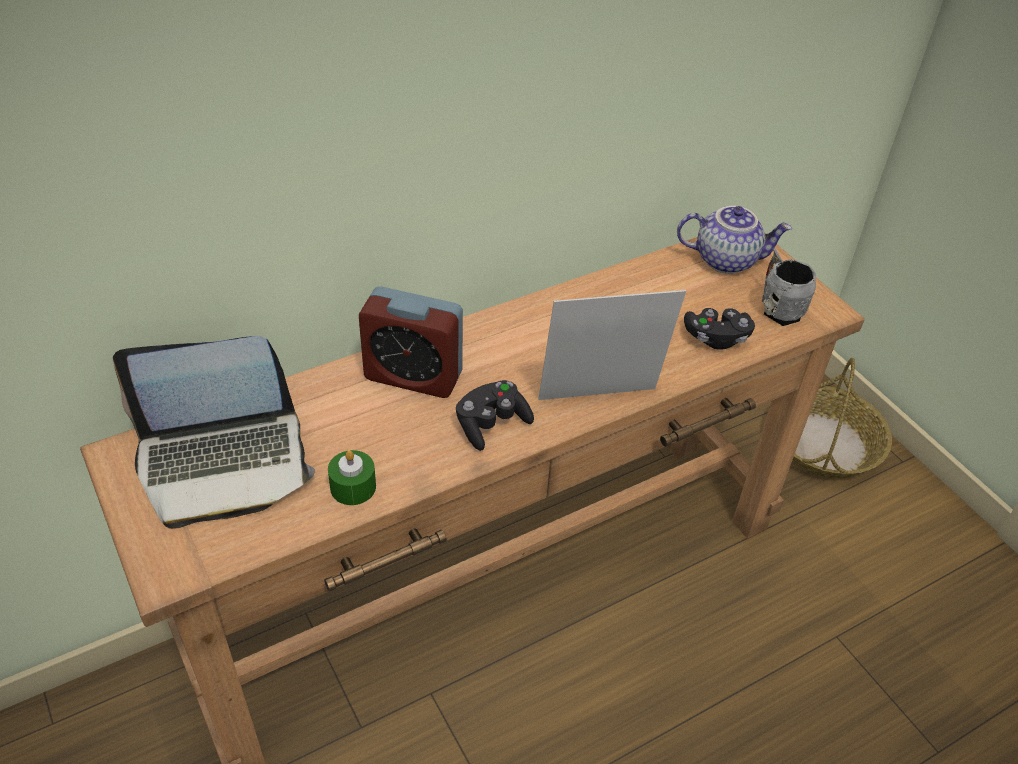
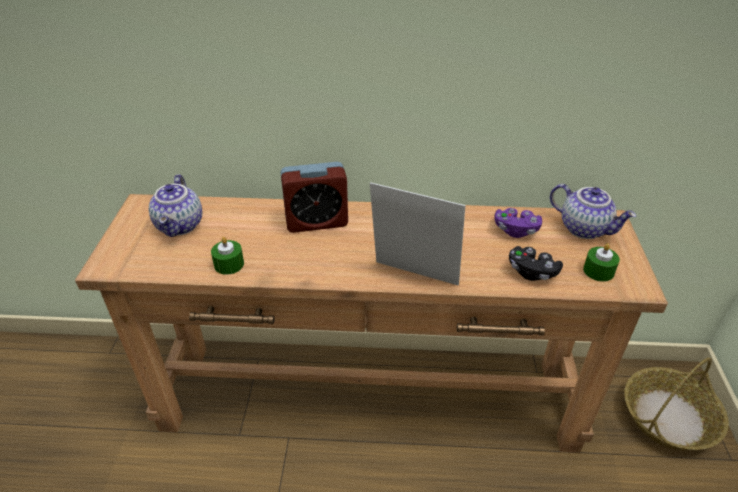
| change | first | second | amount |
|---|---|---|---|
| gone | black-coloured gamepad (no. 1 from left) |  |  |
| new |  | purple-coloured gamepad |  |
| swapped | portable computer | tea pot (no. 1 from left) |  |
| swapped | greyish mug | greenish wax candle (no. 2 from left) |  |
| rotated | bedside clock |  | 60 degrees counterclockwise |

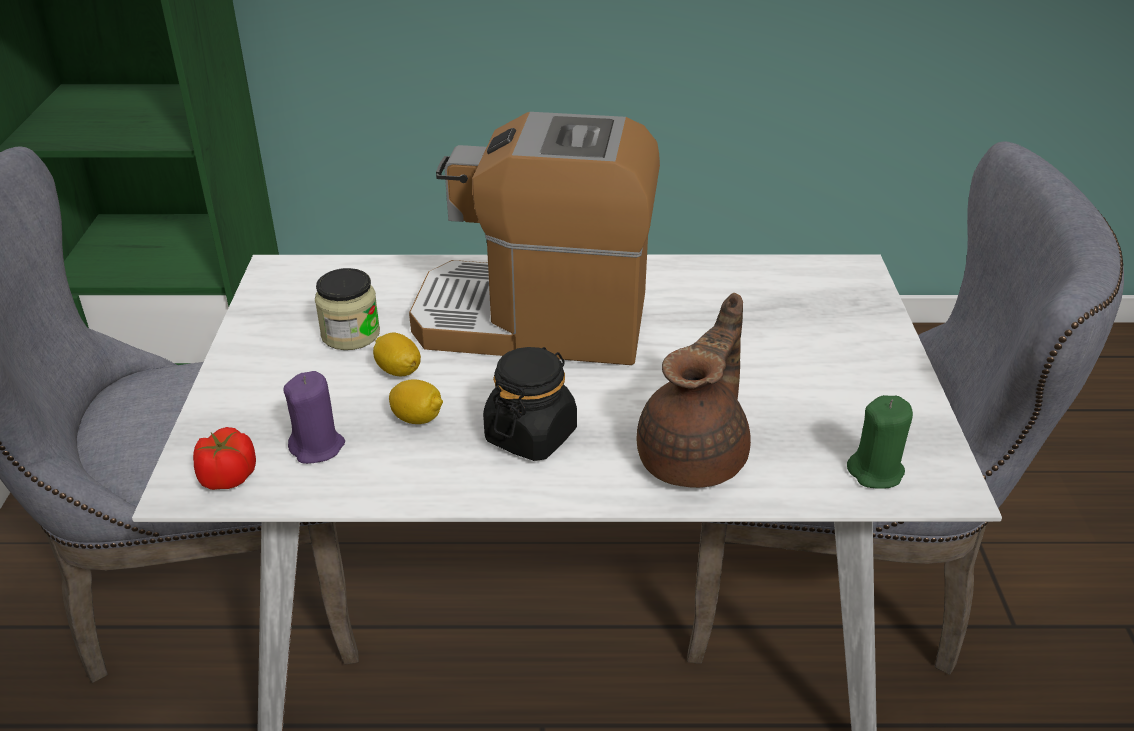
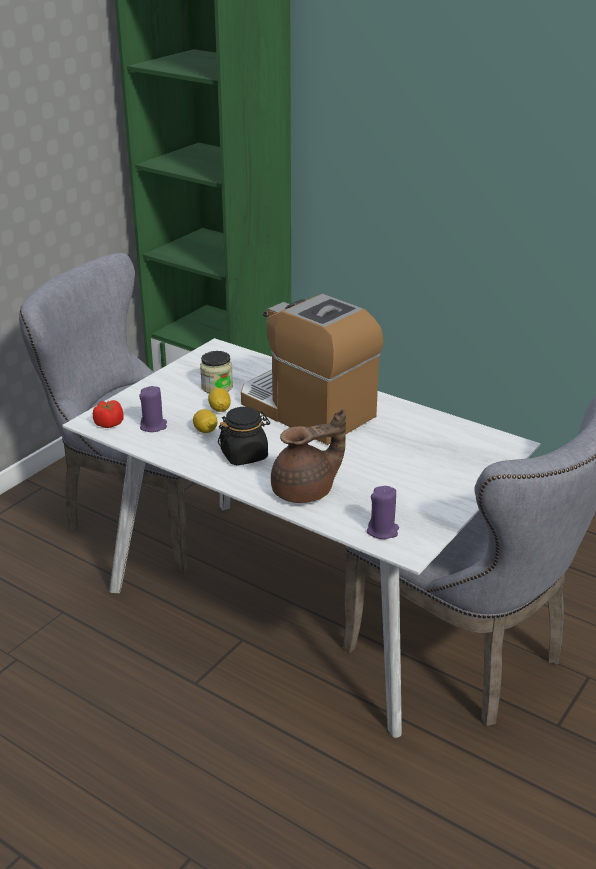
| change | first | second | amount |
|---|---|---|---|
| repainted | greenish wax candle | purple-coloured wax candle (no. 2 from left) |  |

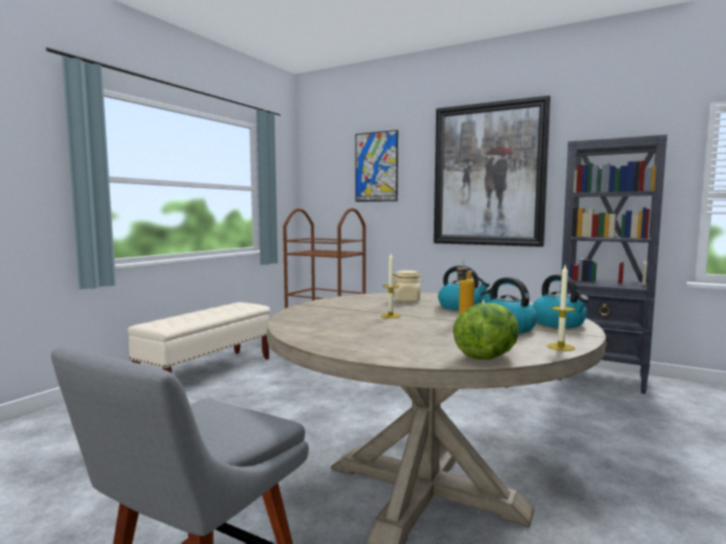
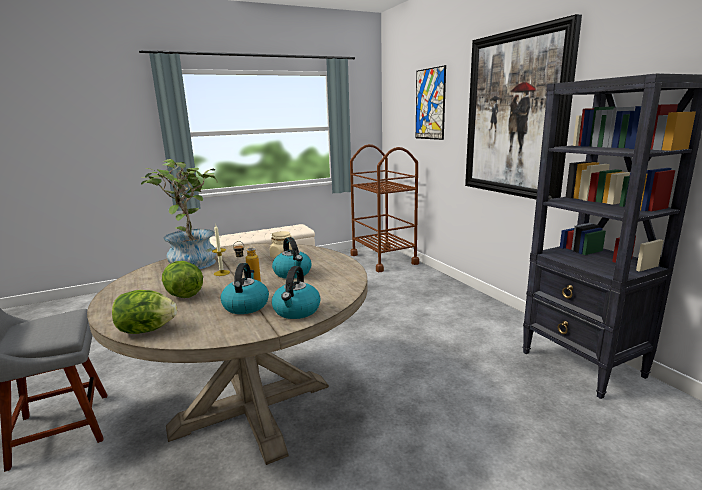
| change | first | second | amount |
|---|---|---|---|
| gone | wax candle (no. 2 from left) |  |  |
| new |  | potted plant |  |
| new |  | lettuce (no. 2 from left) |  |

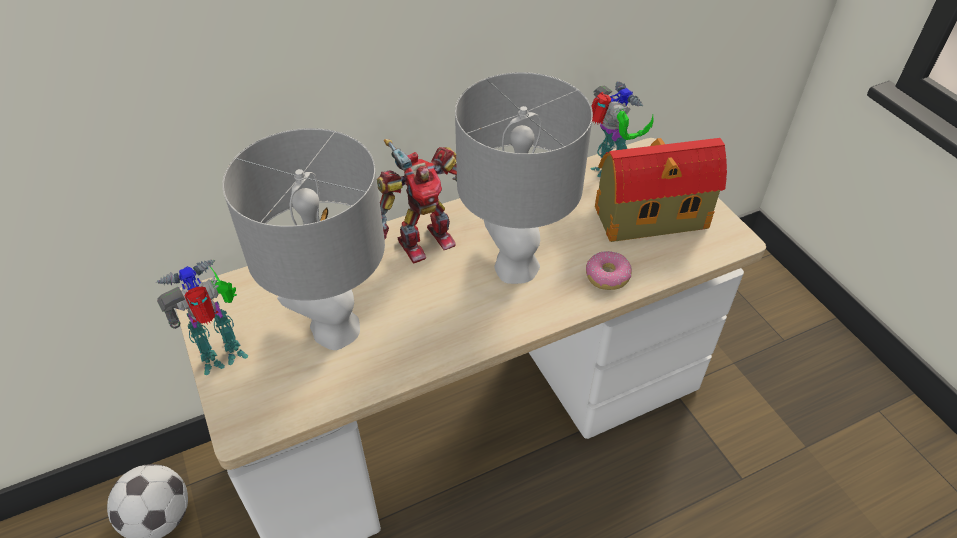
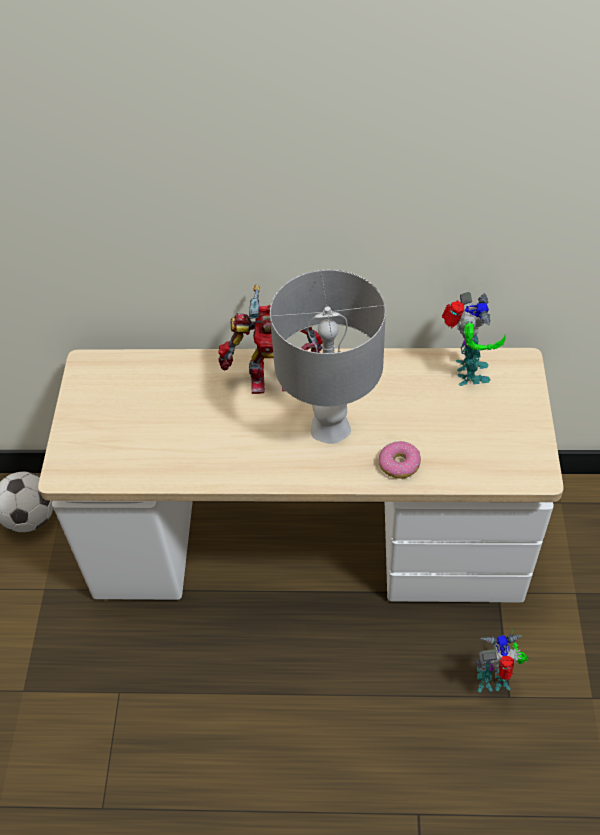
| change | first | second | amount |
|---|---|---|---|
| gone | greyish tabletop lamp (no. 1 from left) |  |  |
| gone | toy house |  |  |
| shifted | toy robot (no. 1 from left in the first image) | toy robot (no. 3 from left) |  |

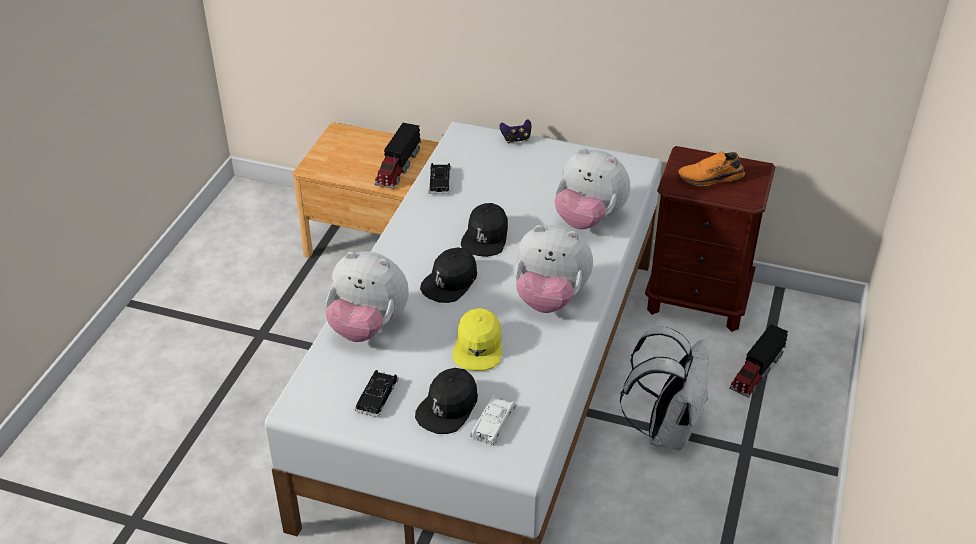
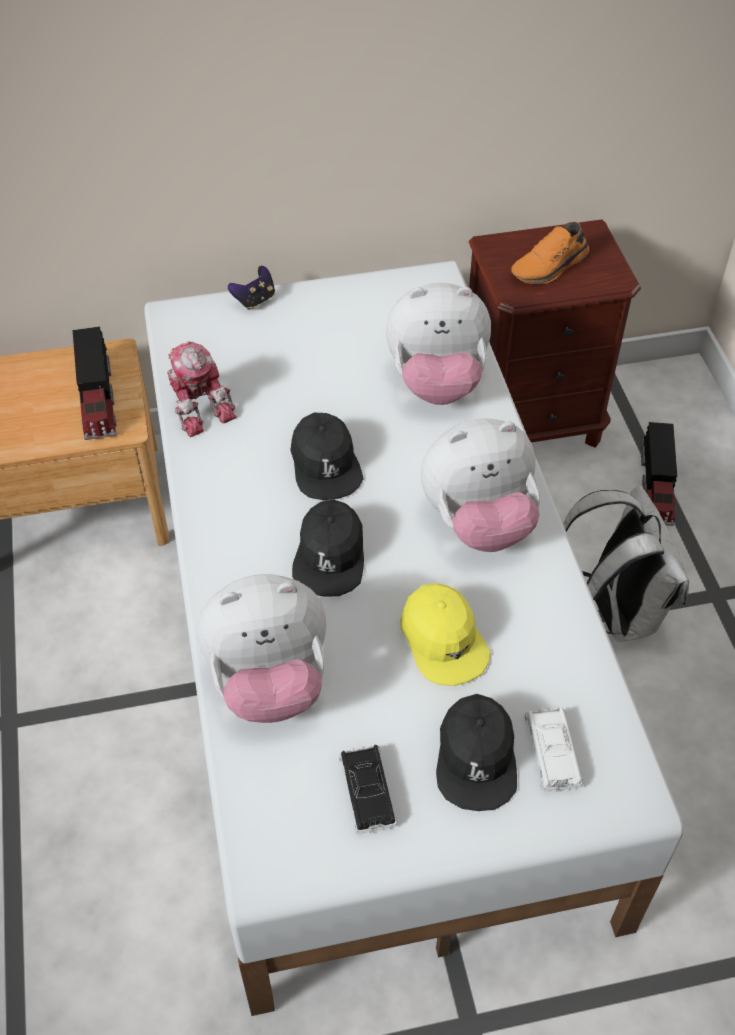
| change | first | second | amount |
|---|---|---|---|
| swapped | black-coloured miniature car (no. 2 from left) | toy robot |  |

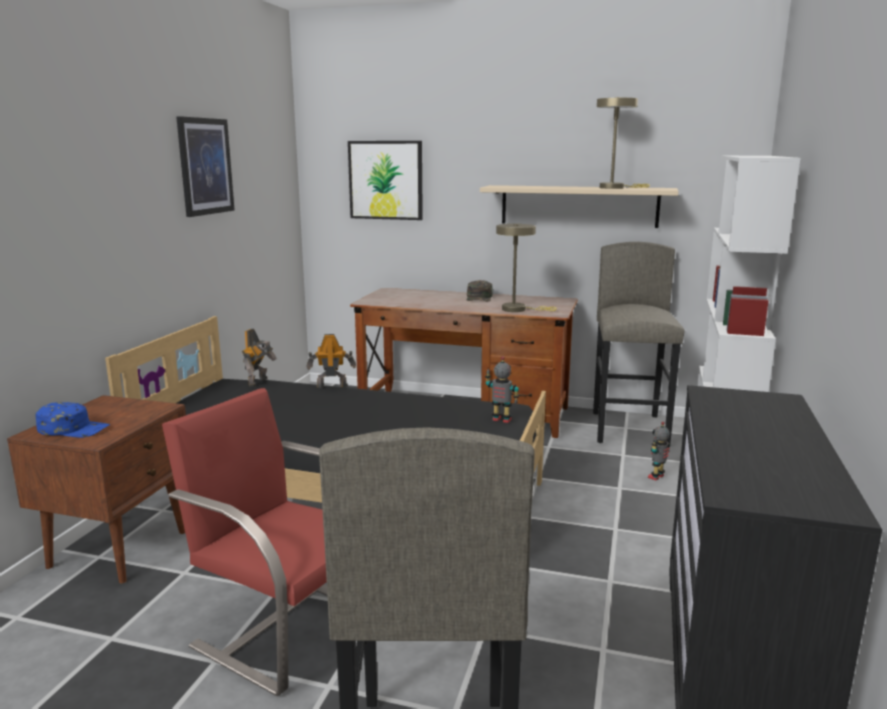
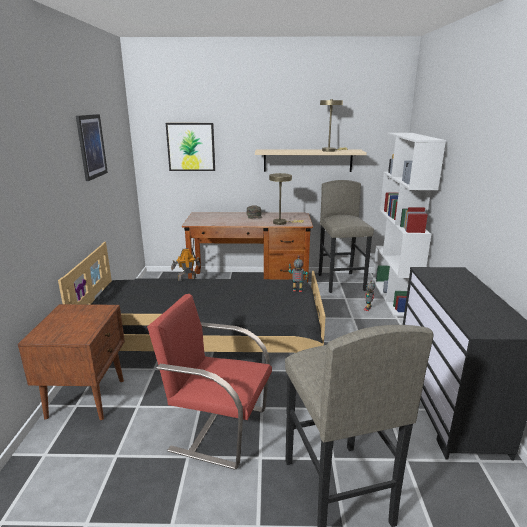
| change | first | second | amount |
|---|---|---|---|
| gone | blue-coloured cap |  |  |
| gone | toy robot (no. 1 from left) |  |  |

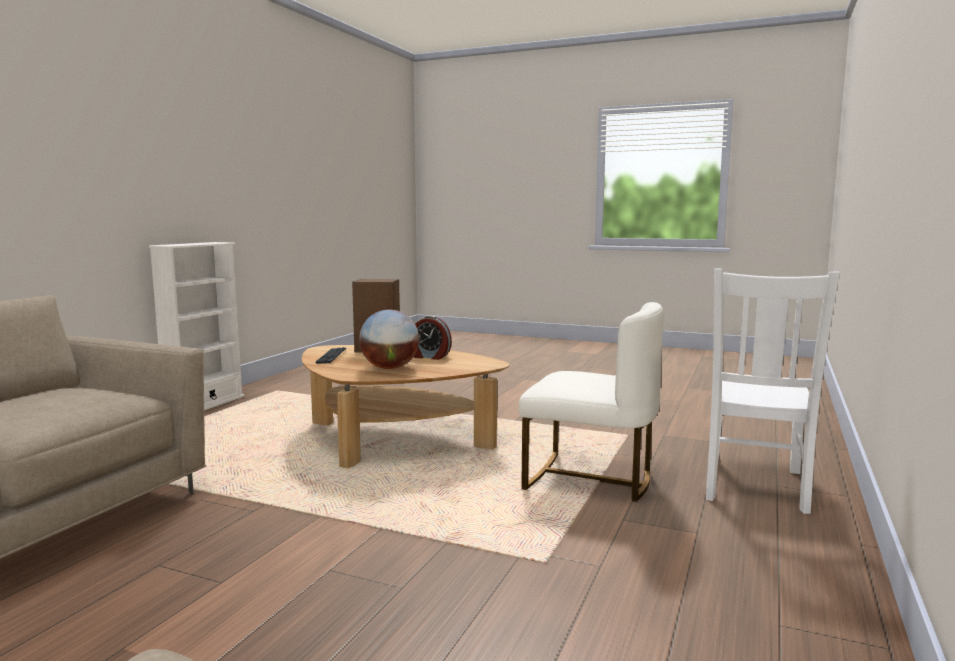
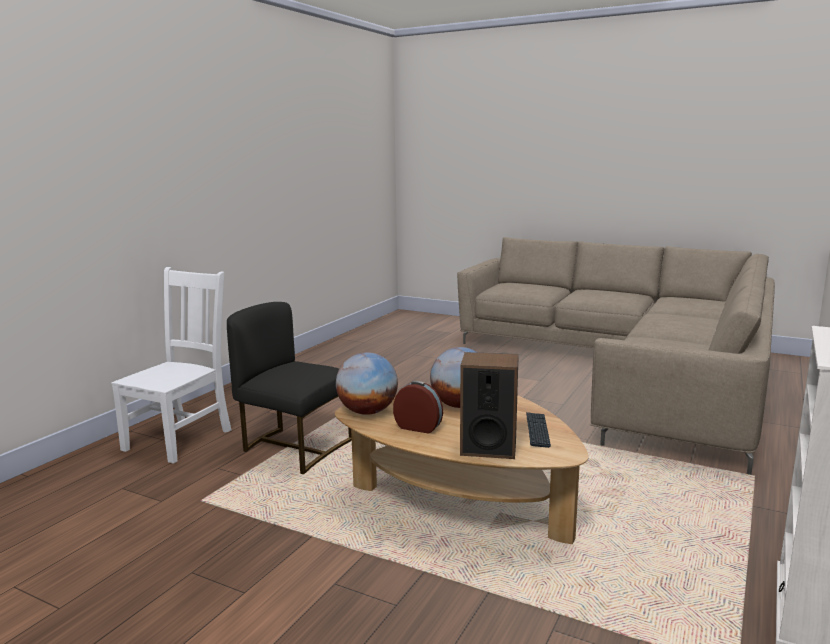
| change | first | second | amount |
|---|---|---|---|
| new |  | world globe (no. 1 from left) |  |
| repainted | whitish plain chair (no. 1 from left) | black-coloured plain chair |  |

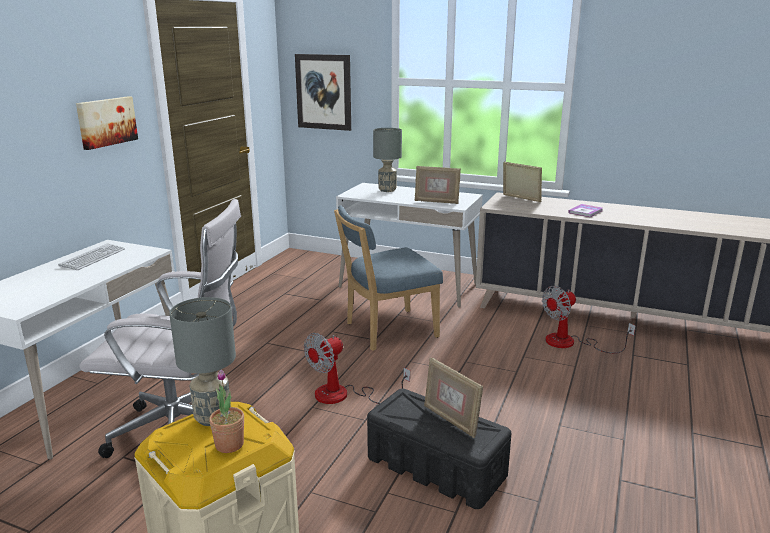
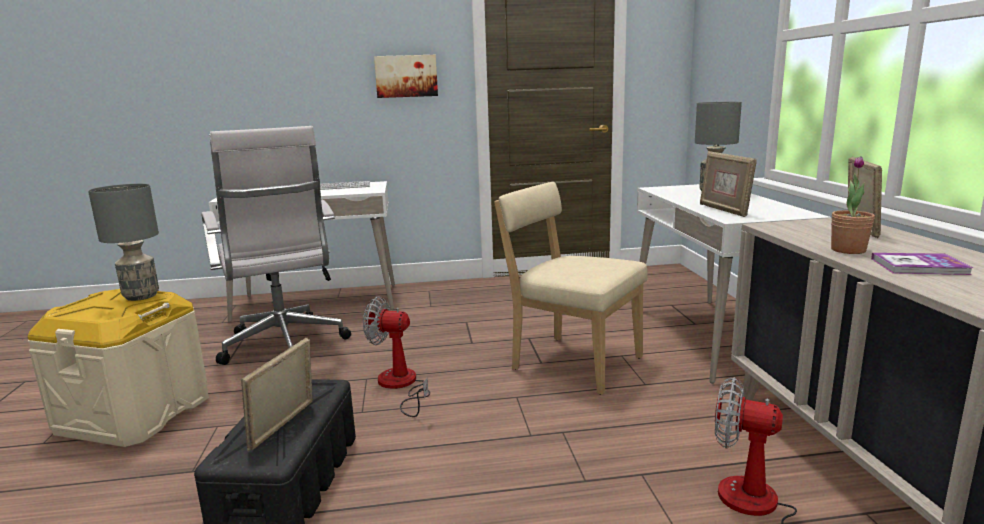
| change | first | second | amount |
|---|---|---|---|
| gone | wall picture (no. 2 from left) |  |  |
| shifted | potted plant |  |  |
| repainted | blue-coloured plain chair | sand-coloured plain chair |  |

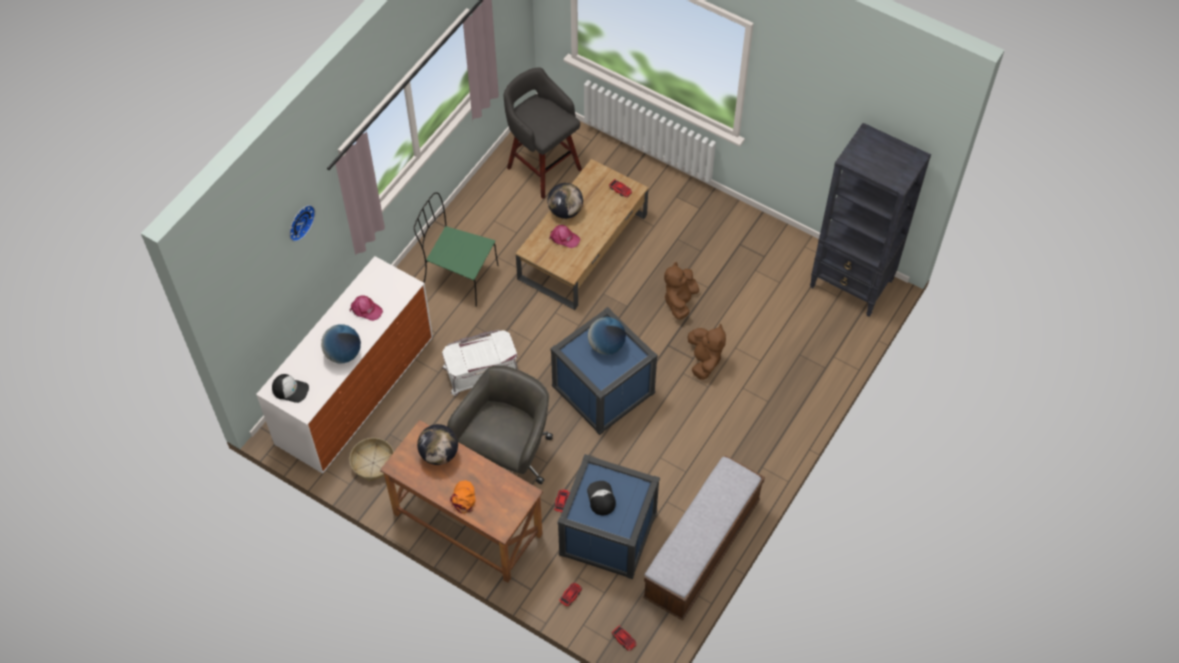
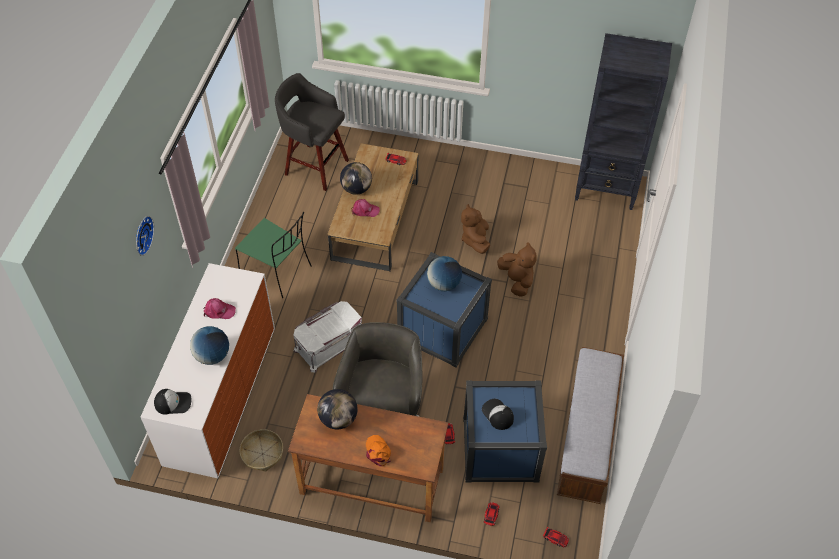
| change | first | second | amount |
|---|---|---|---|
| rotated | greenish plain chair |  | 150 degrees counterclockwise |

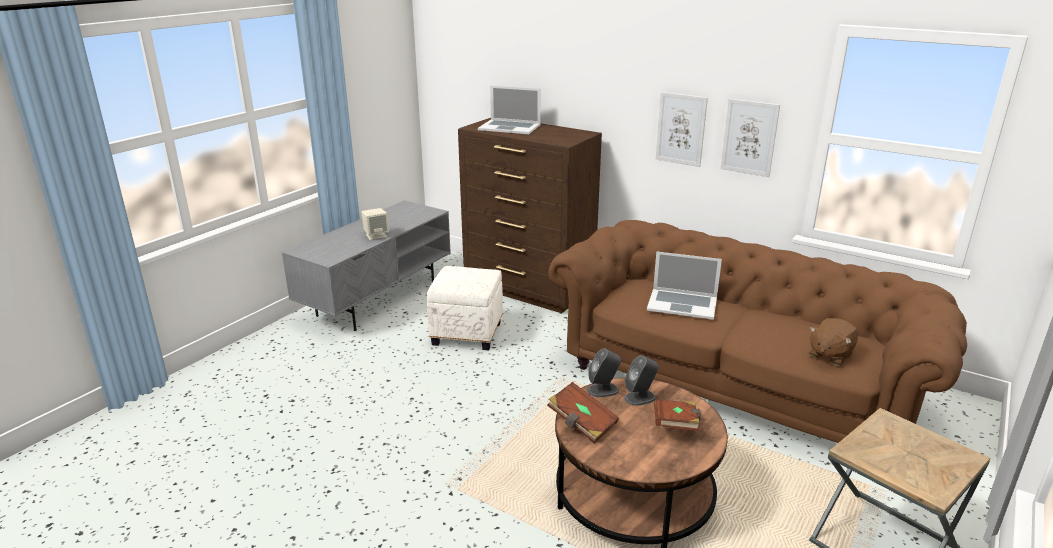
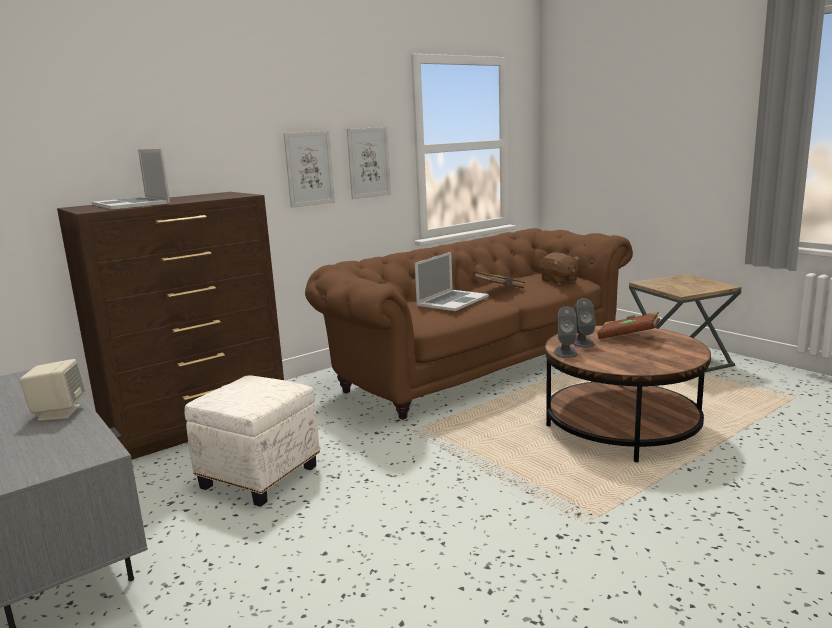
| change | first | second | amount |
|---|---|---|---|
| shifted | brown-coloured volume (no. 1 from left) |  |  |
| rotated | portable computer (no. 1 from left) |  | 105 degrees clockwise |

